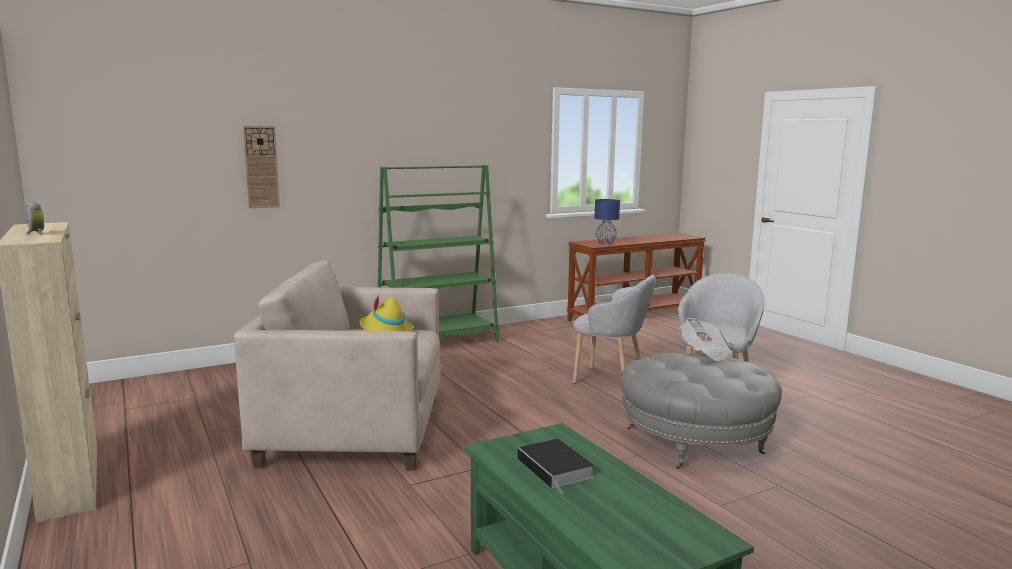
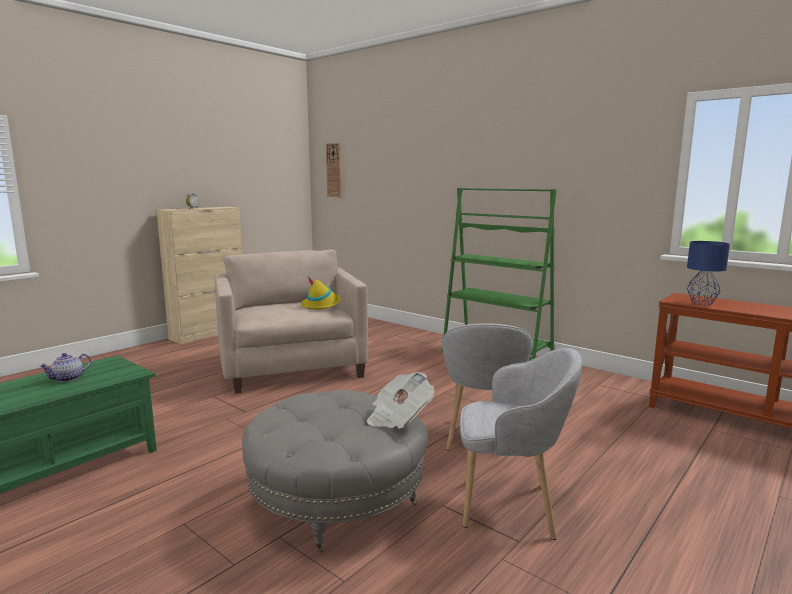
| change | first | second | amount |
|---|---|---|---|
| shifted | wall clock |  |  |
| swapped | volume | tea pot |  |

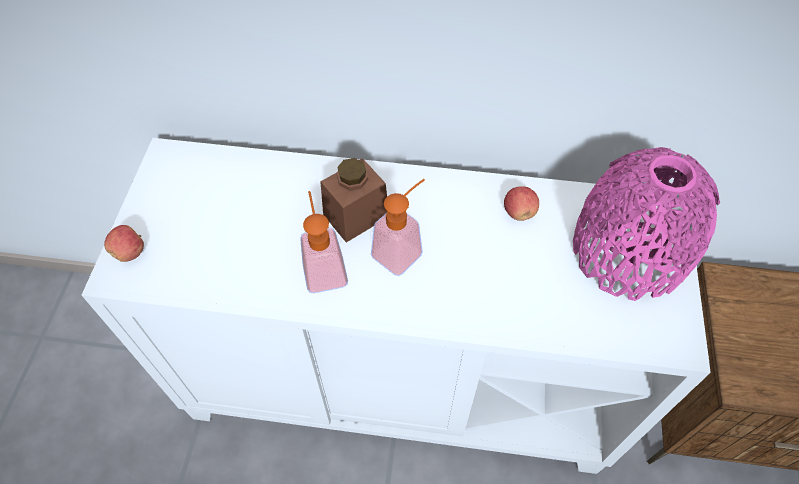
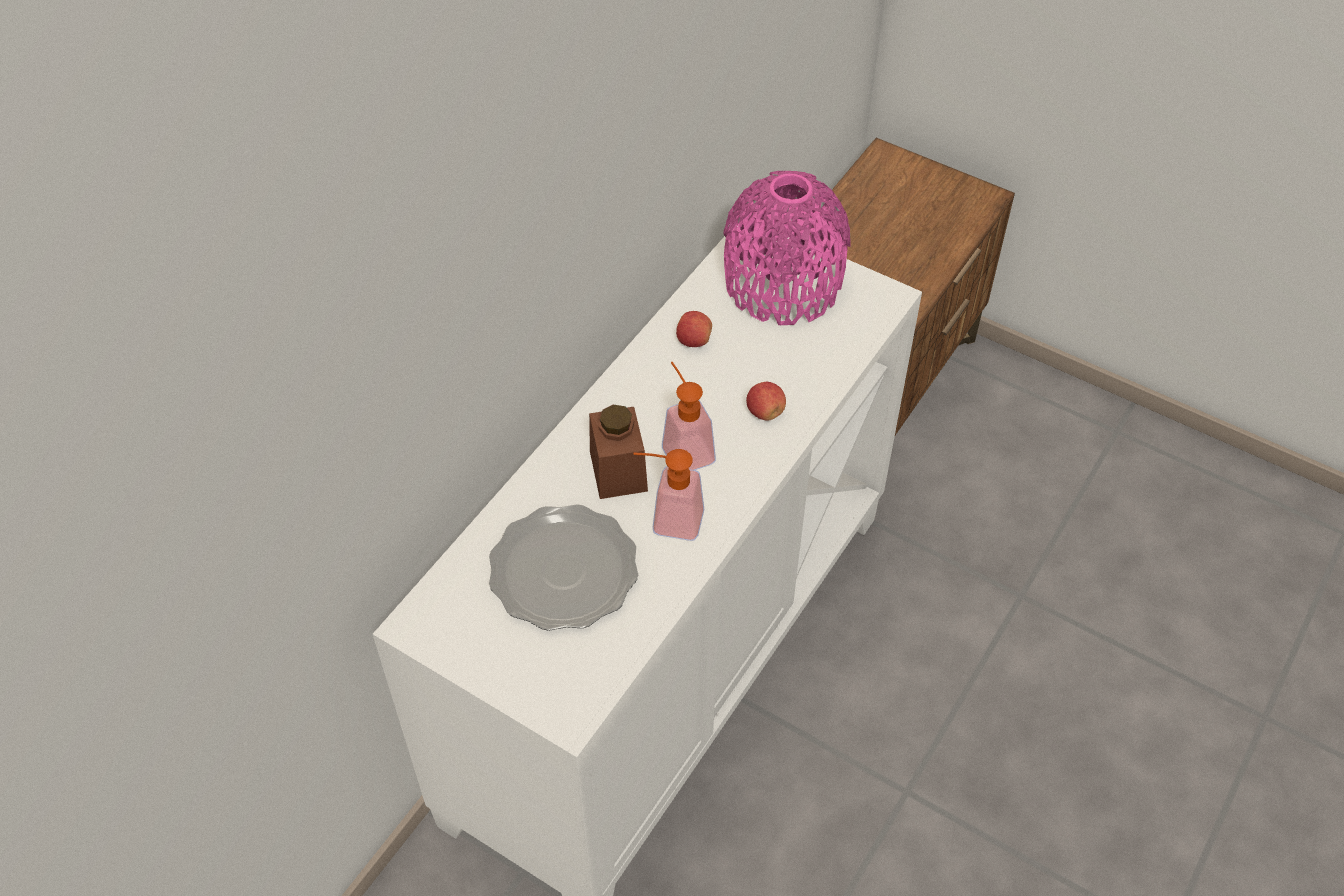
| change | first | second | amount |
|---|---|---|---|
| new |  | dinner plate |  |
| shifted | apple (no. 1 from left in the first image) | apple (no. 2 from left) |  |

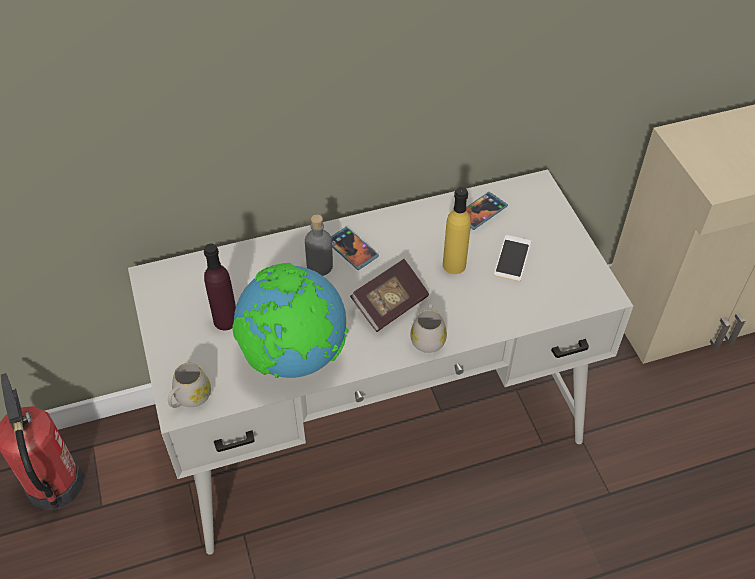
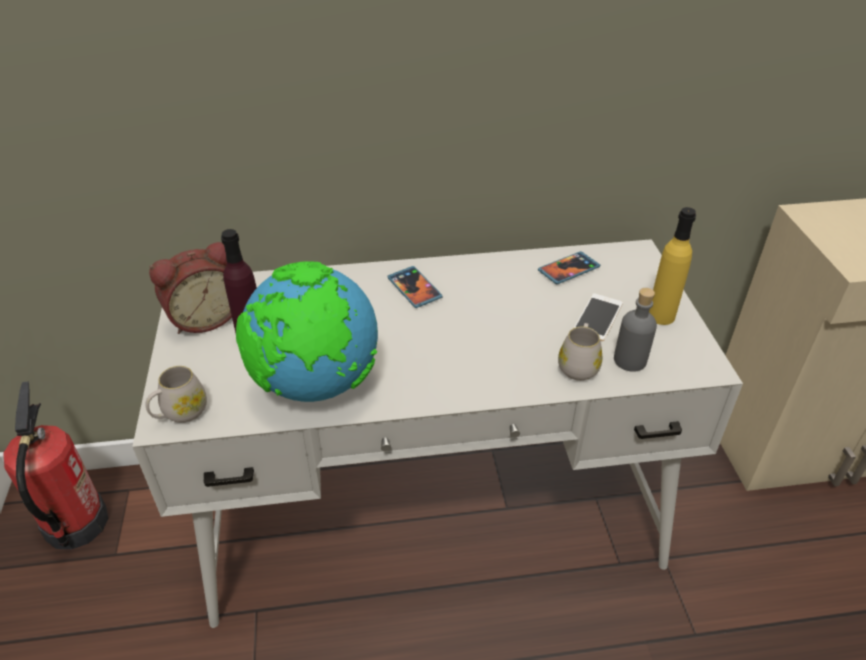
| change | first | second | amount |
|---|---|---|---|
| gone | volume |  |  |
| new |  | bedside clock |  |
| shifted | greyish bottle |  |  |
| shifted | whitish mug (no. 2 from left) |  |  |
| shifted | yellow bottle |  |  |

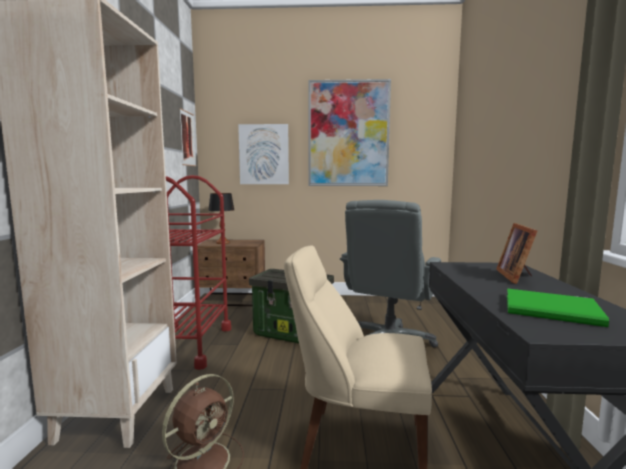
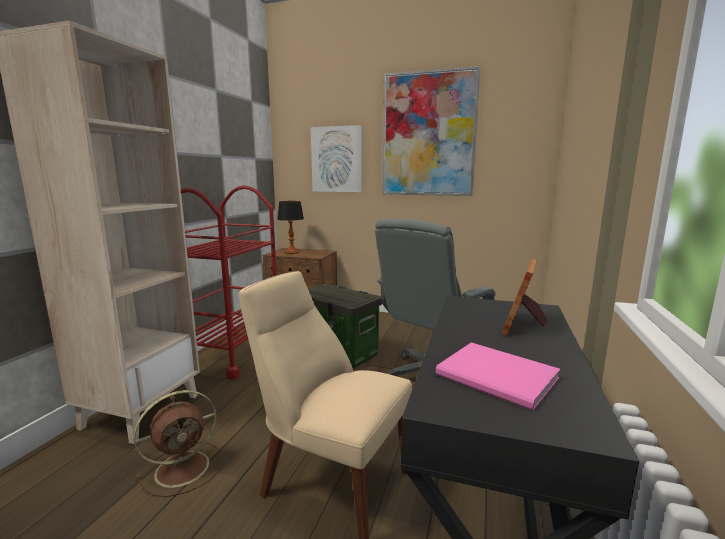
| change | first | second | amount |
|---|---|---|---|
| gone | wall picture (no. 1 from left) |  |  |
| repainted | greenish volume | pink volume |  |

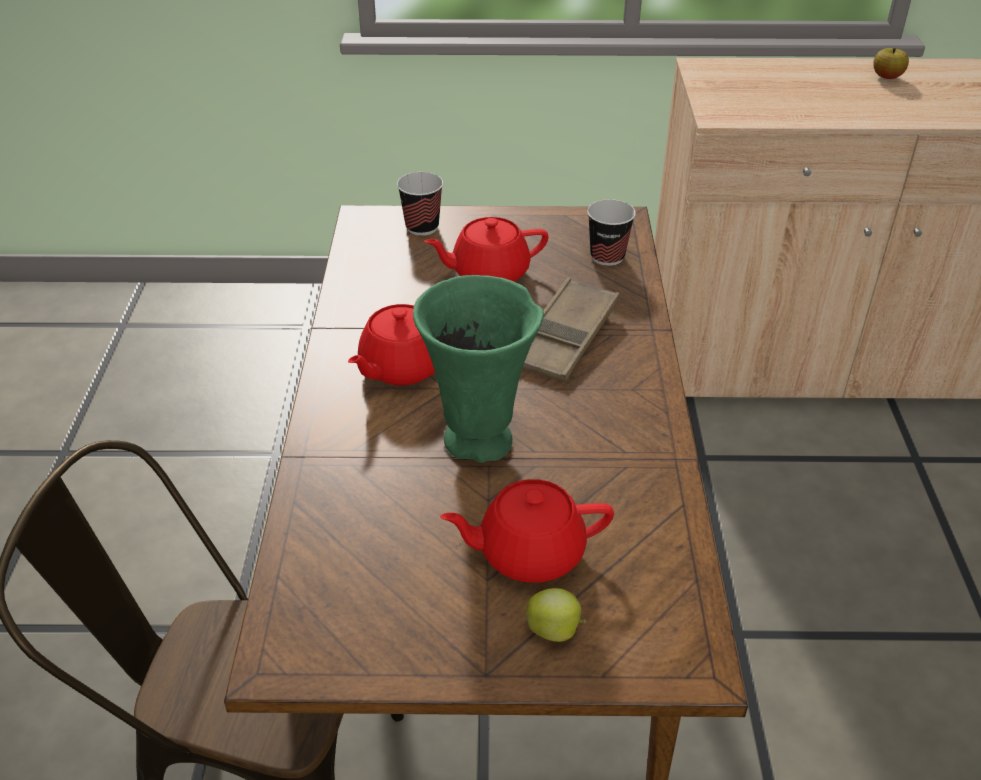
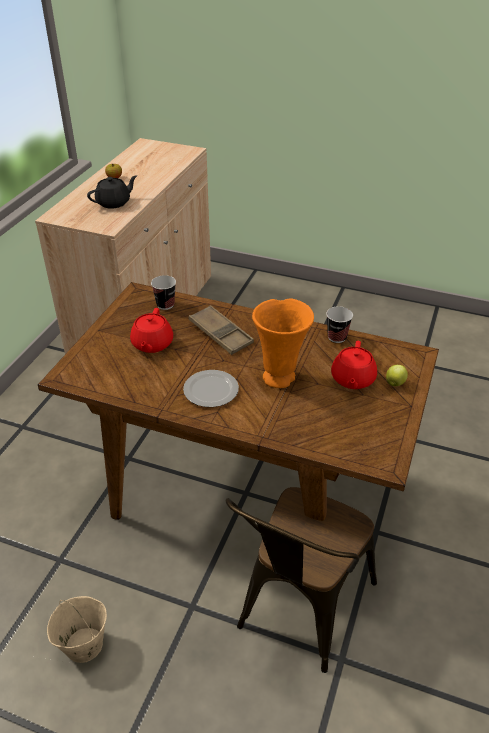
| change | first | second | amount |
|---|---|---|---|
| new |  | sand-coloured bucket |  |
| new |  | black-coloured tea pot |  |
| shifted | drinking cup (no. 1 from left in the first image) | drinking cup (no. 2 from left) |  |
| swapped | reddish tea pot (no. 1 from left) | dinner plate |  |
| repainted | greenish decorative vase | orange-coloured decorative vase |  |

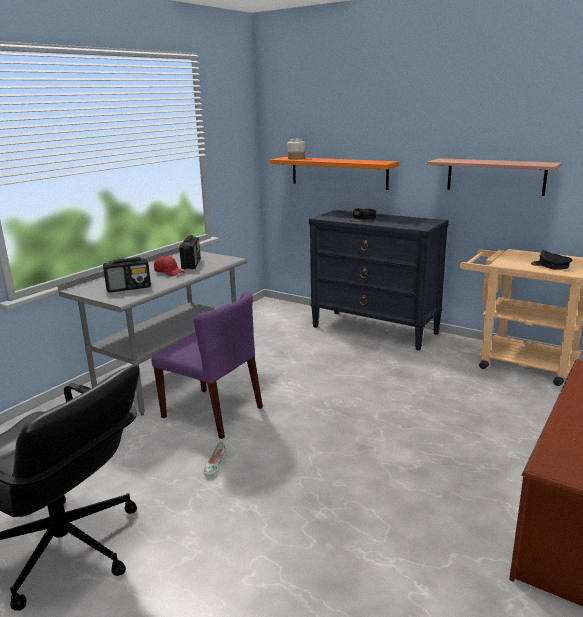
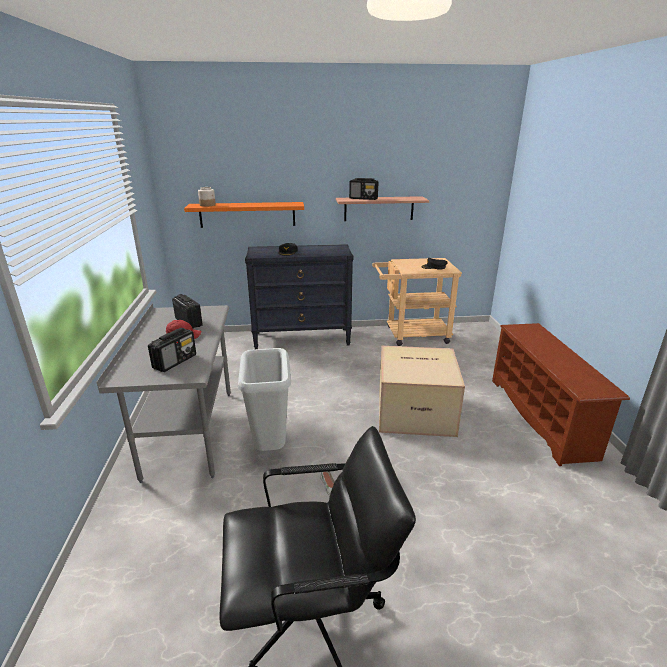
| change | first | second | amount |
|---|---|---|---|
| new |  | radio (no. 3 from left) |  |
| new |  | cardboard box |  |
| swapped | purple-coloured plain chair | greyish waste bin |  |

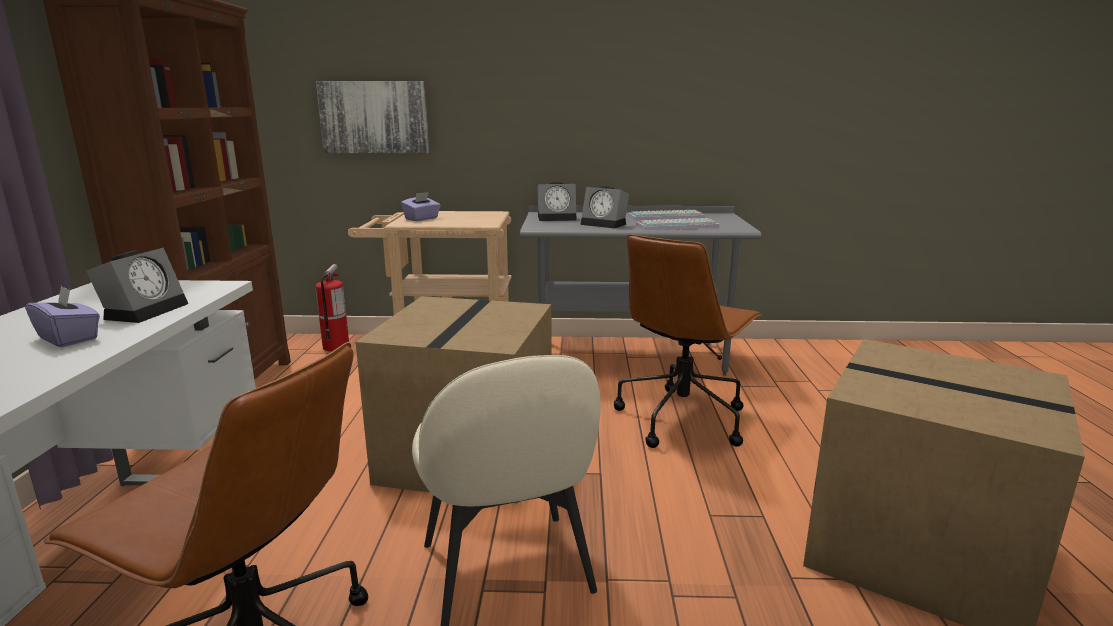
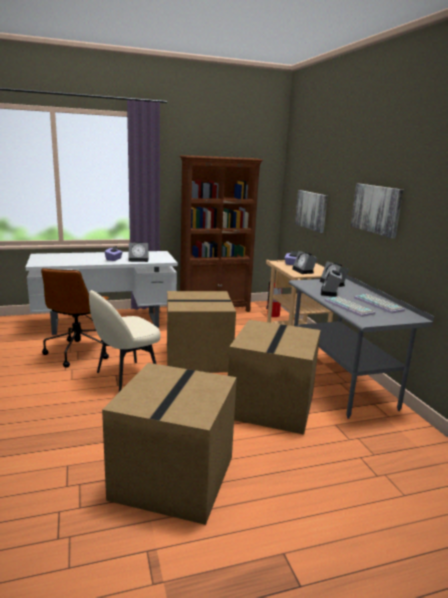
| change | first | second | amount |
|---|---|---|---|
| new |  | bedside clock (no. 2 from left) |  |
| new |  | wall picture (no. 2 from left) |  |
| swapped | brown-coloured desk chair (no. 2 from left) | cardboard box (no. 3 from left) |  |

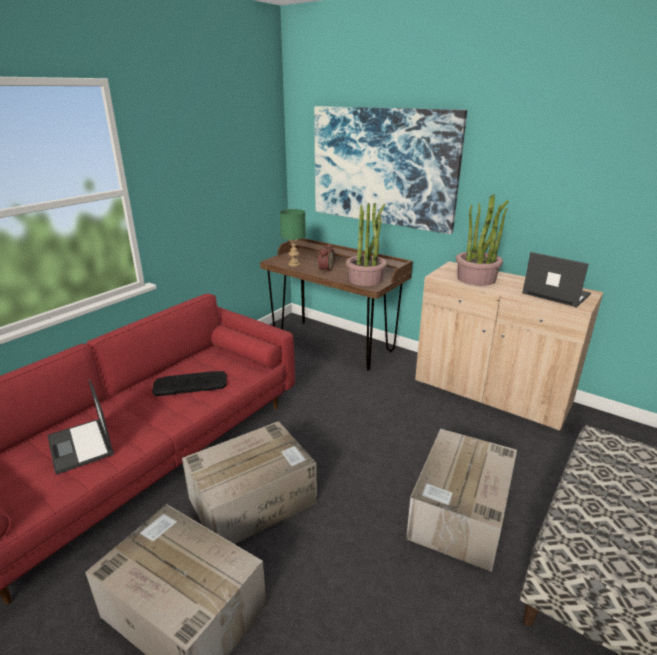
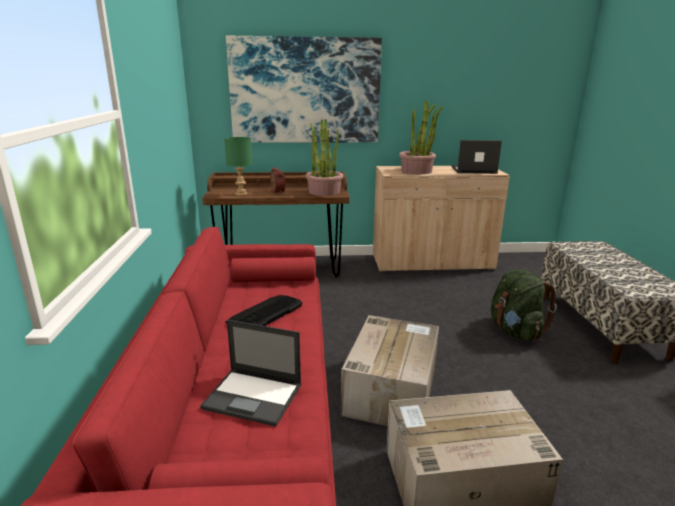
| change | first | second | amount |
|---|---|---|---|
| swapped | cardboard box (no. 3 from left) | greenish backpack |  |

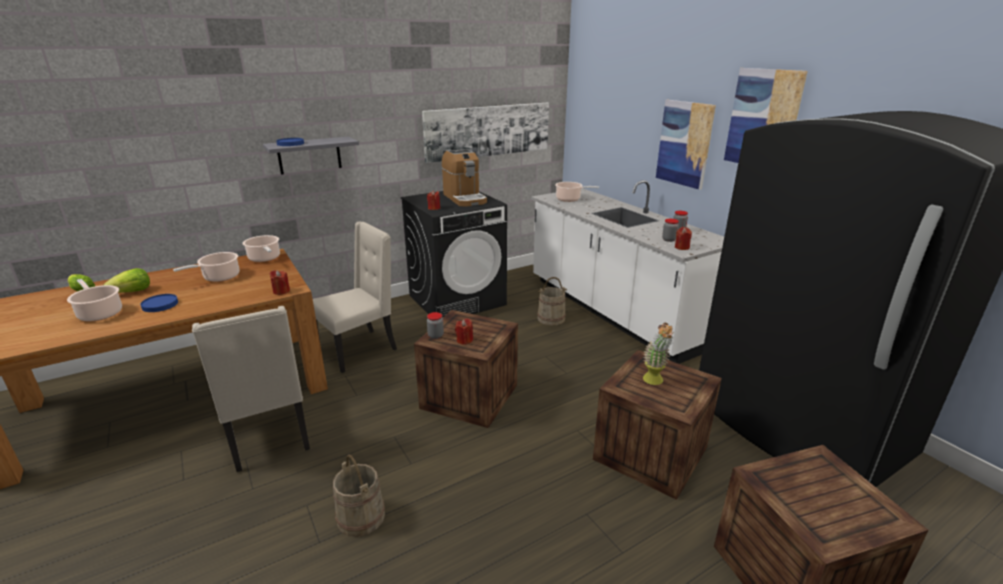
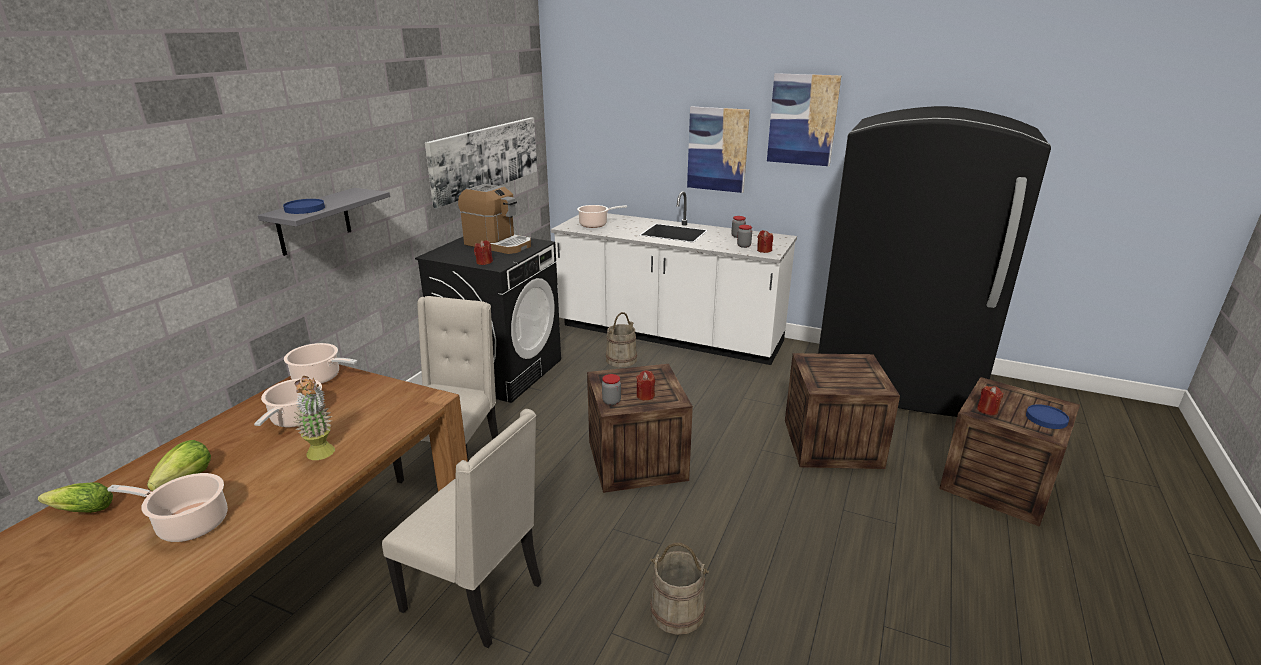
| change | first | second | amount |
|---|---|---|---|
| shifted | blue-coloured dinner plate (no. 1 from left in the first image) | blue-coloured dinner plate (no. 2 from left) |  |
| shifted | reddish wax candle (no. 1 from left in the first image) | reddish wax candle (no. 4 from left) |  |
| shifted | potted plant |  |  |

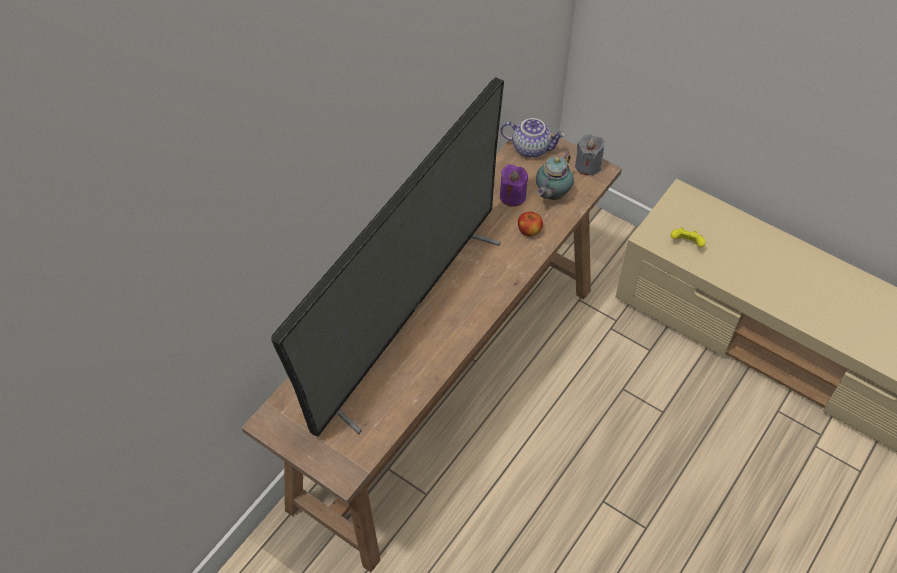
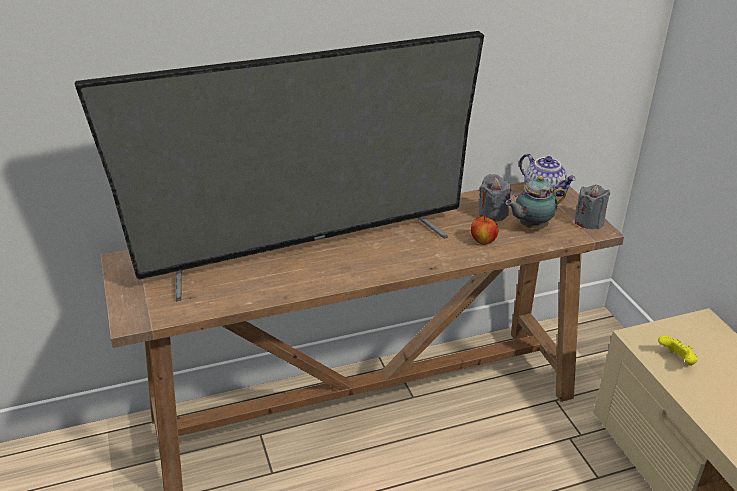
| change | first | second | amount |
|---|---|---|---|
| repainted | purple-coloured wax candle | greyish wax candle (no. 1 from left) |  |

